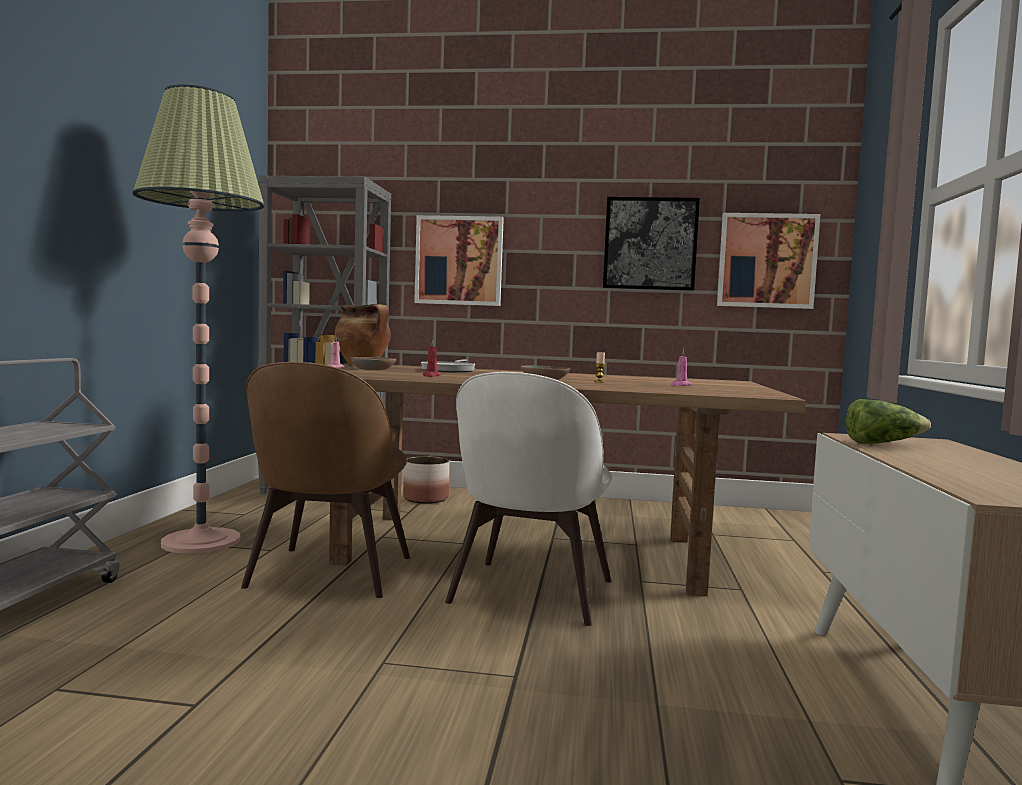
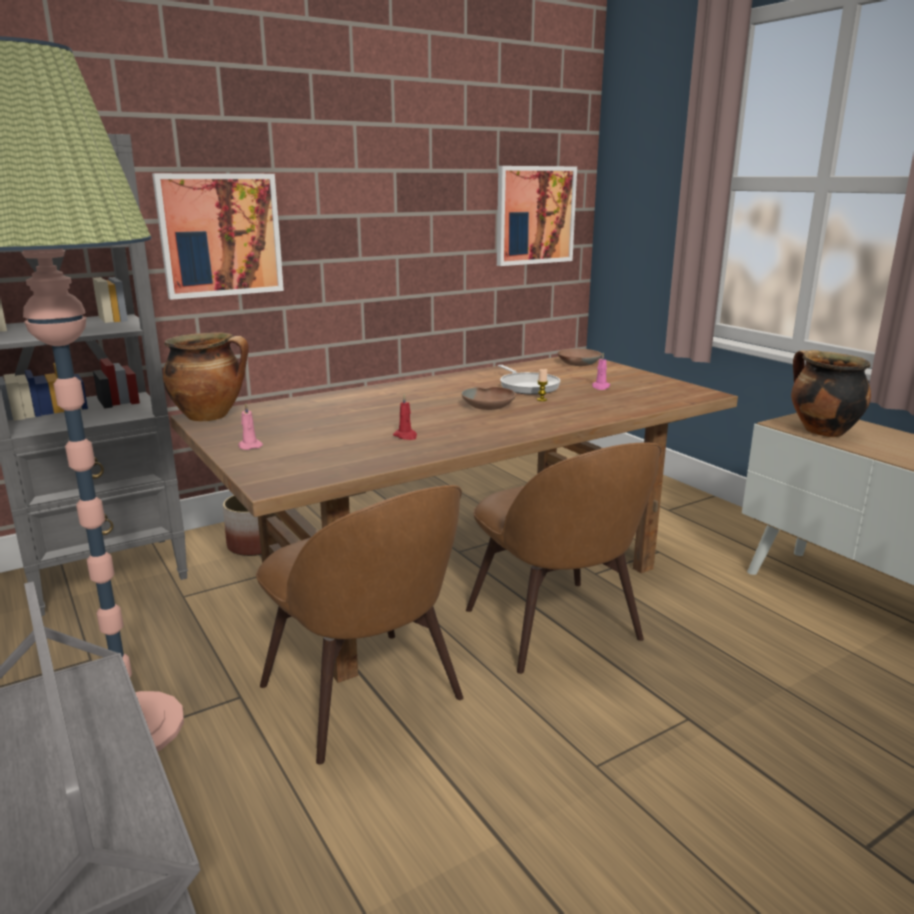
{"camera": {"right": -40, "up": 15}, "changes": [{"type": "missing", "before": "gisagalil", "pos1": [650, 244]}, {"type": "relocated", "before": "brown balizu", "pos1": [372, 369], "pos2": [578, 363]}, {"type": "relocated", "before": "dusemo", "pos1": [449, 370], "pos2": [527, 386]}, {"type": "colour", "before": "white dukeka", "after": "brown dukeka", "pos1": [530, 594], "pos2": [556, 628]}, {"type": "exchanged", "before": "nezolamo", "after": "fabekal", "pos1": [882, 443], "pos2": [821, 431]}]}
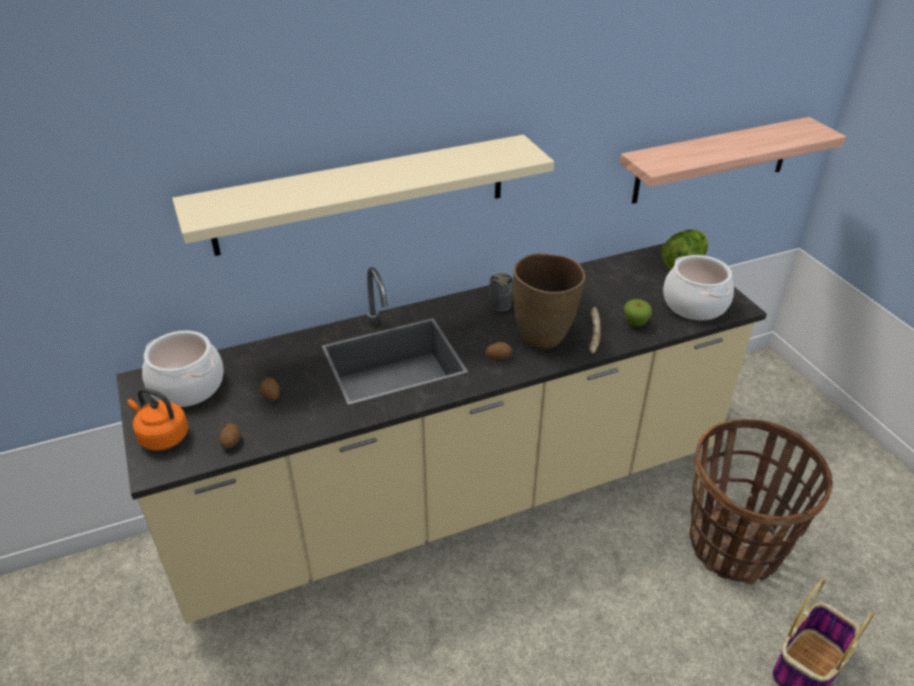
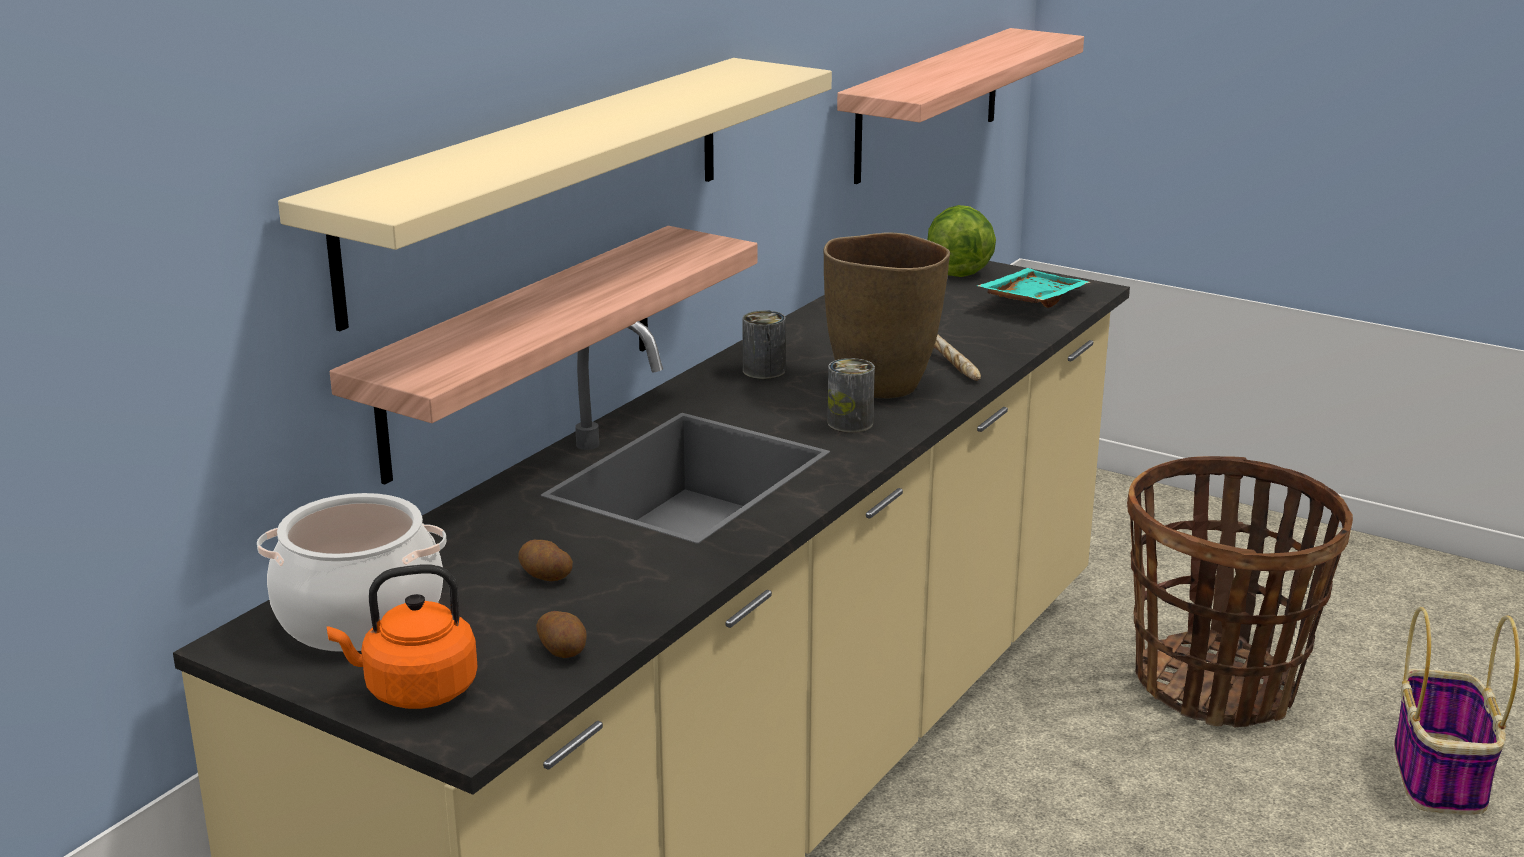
{"camera": {"right": -35, "up": -15}, "changes": [{"type": "exchanged", "before": "fabekal", "after": "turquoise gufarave", "pos1": [694, 304], "pos2": [1031, 301]}, {"type": "missing", "before": "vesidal", "pos1": [635, 323]}, {"type": "exchanged", "before": "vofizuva", "after": "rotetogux", "pos1": [498, 357], "pos2": [850, 423]}, {"type": "appeared", "after": "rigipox", "pos2": [521, 350]}]}
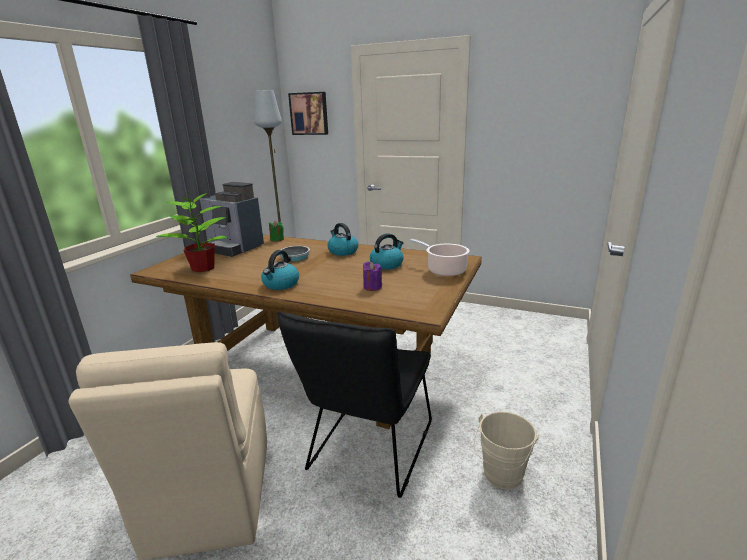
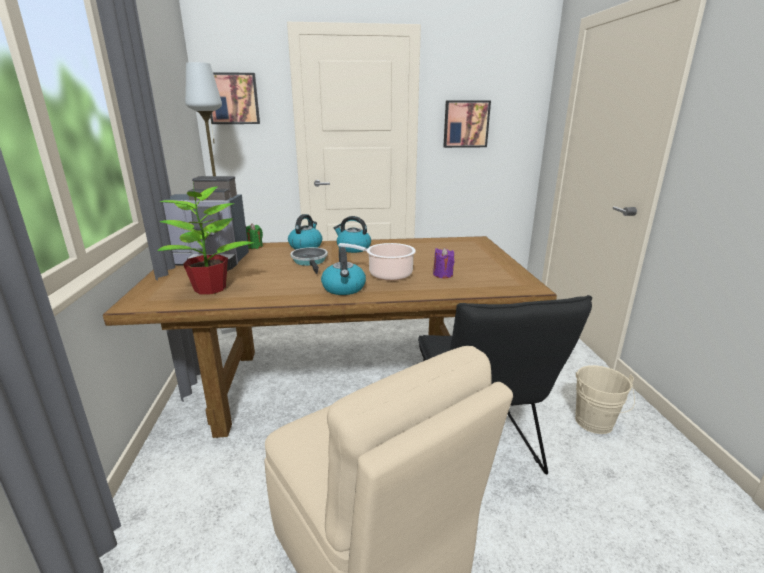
{"camera": {"right": -30, "up": 0}, "changes": [{"type": "relocated", "before": "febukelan", "pos1": [387, 264], "pos2": [306, 246]}, {"type": "relocated", "before": "fabekal", "pos1": [444, 270], "pos2": [387, 274]}, {"type": "appeared", "after": "gisagalil", "pos2": [465, 124]}]}
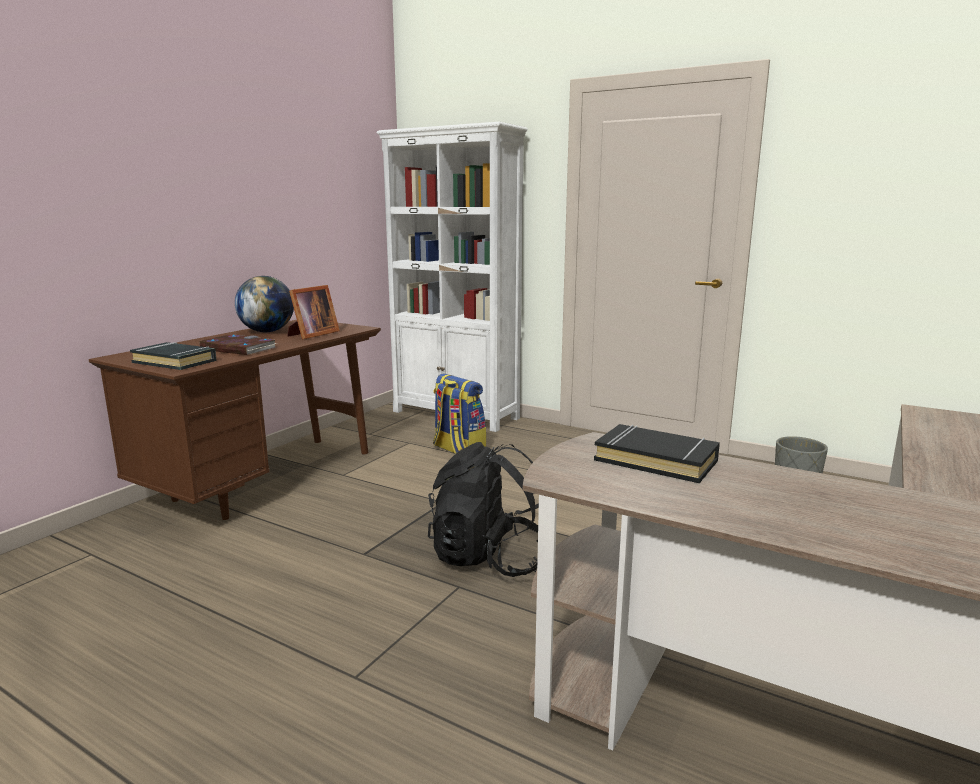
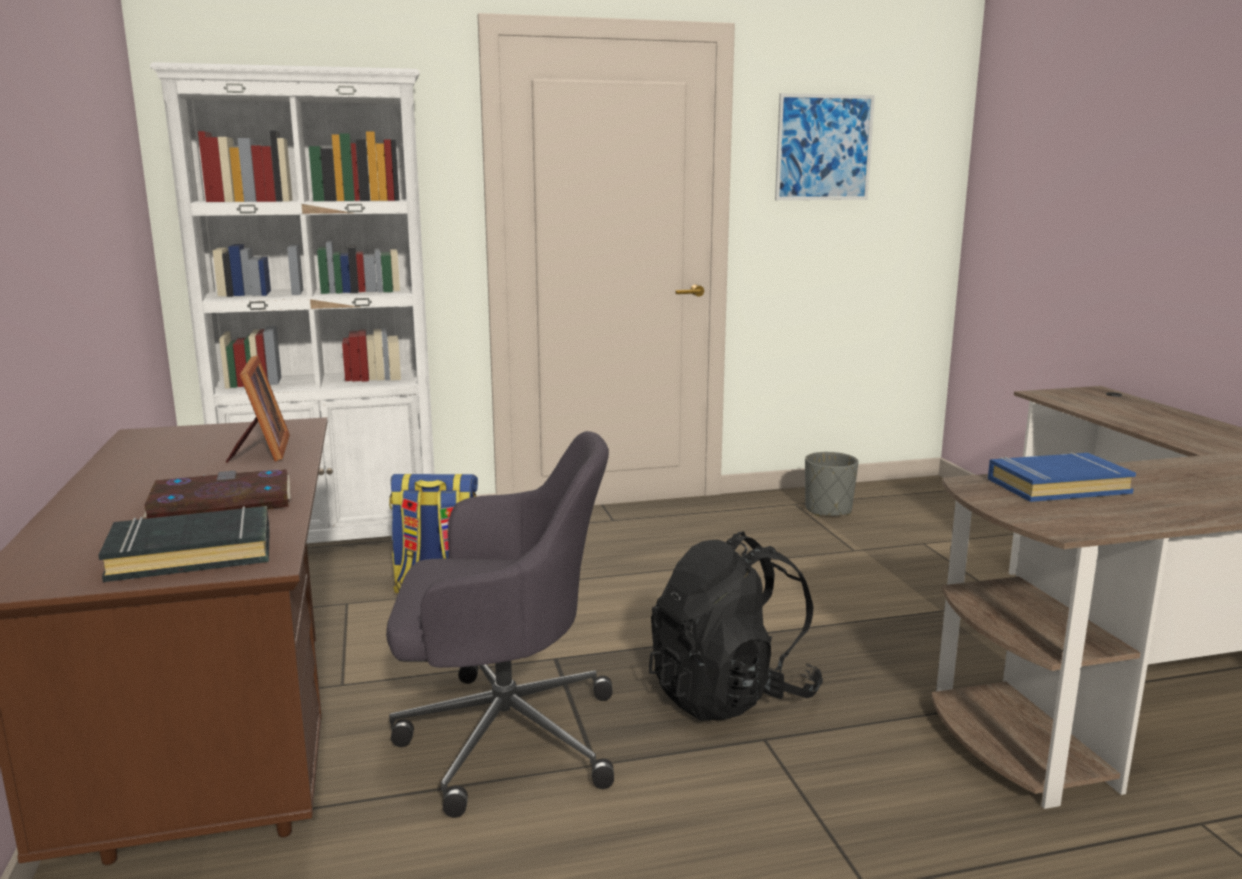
{"camera": {"right": -45, "up": 0}, "changes": [{"type": "missing", "before": "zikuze", "pos1": [267, 331]}, {"type": "colour", "before": "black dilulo", "after": "blue dilulo", "pos1": [656, 460], "pos2": [1057, 486]}, {"type": "appeared", "after": "gisagalil", "pos2": [824, 147]}, {"type": "appeared", "after": "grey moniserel", "pos2": [503, 737]}]}
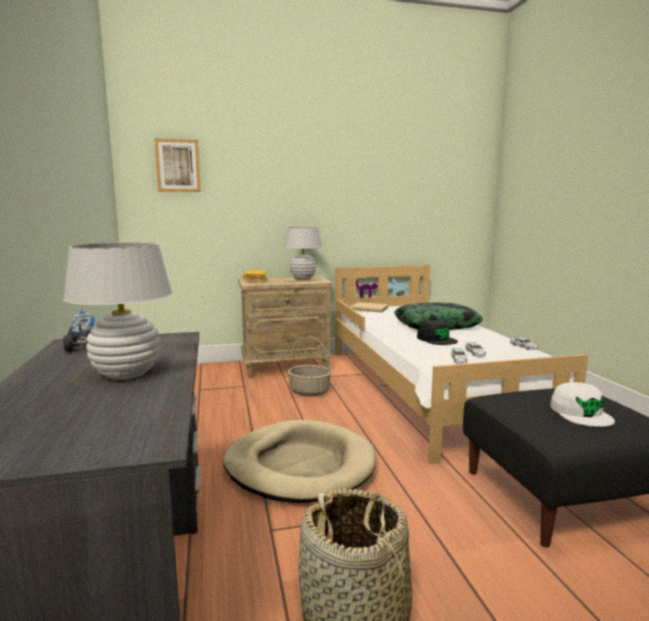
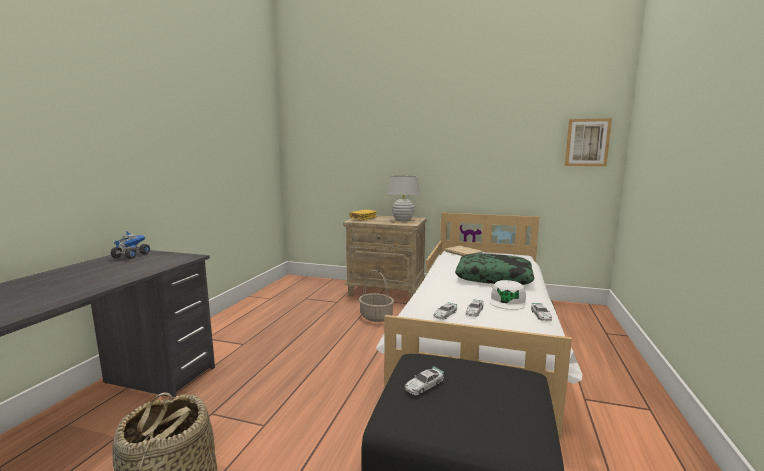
{"camera": {"right": 30, "up": 0}, "changes": [{"type": "relocated", "before": "gisagalil", "pos1": [178, 166], "pos2": [587, 142]}, {"type": "missing", "before": "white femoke", "pos1": [127, 374]}, {"type": "missing", "before": "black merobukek", "pos1": [436, 339]}, {"type": "relocated", "before": "white merobukek", "pos1": [581, 413], "pos2": [507, 301]}, {"type": "missing", "before": "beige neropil", "pos1": [300, 466]}, {"type": "appeared", "after": "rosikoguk", "pos2": [424, 385]}]}
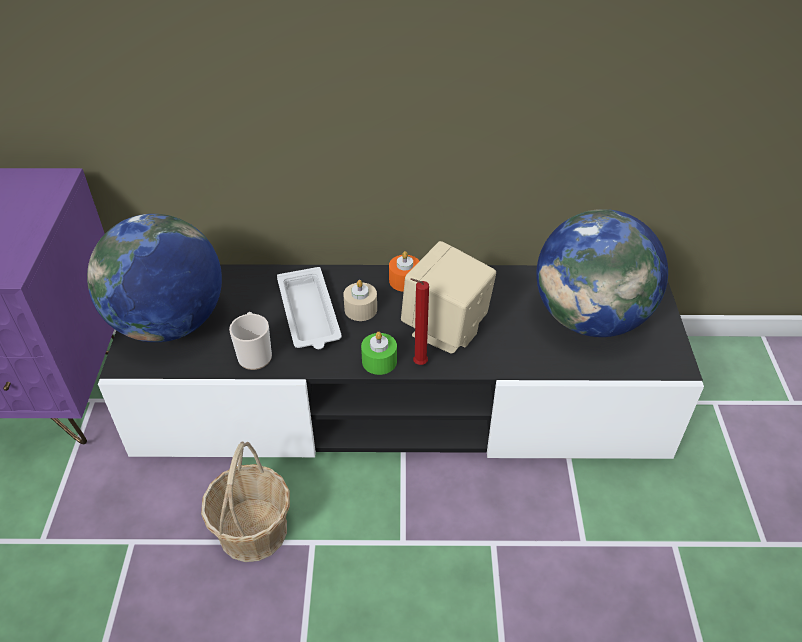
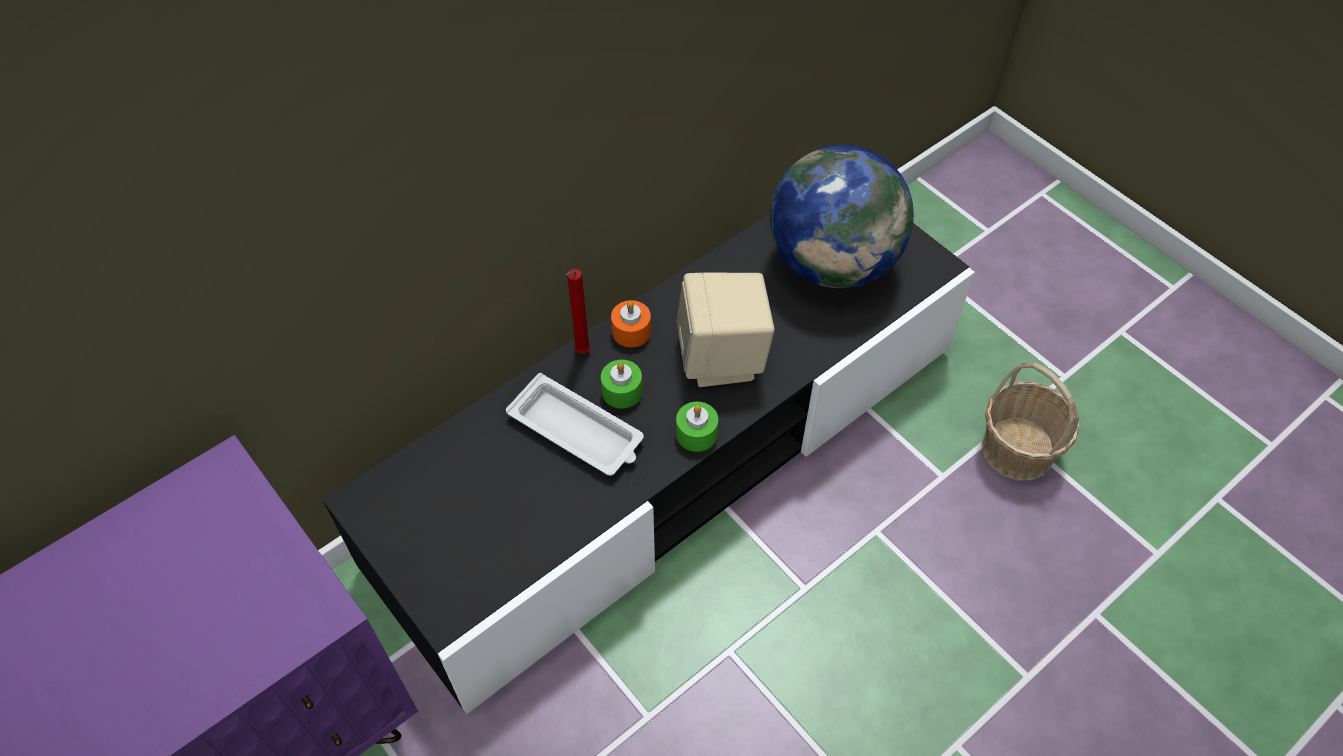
{"camera": {"right": -40, "up": 10}, "changes": [{"type": "missing", "before": "zikuze", "pos1": [169, 323]}, {"type": "relocated", "before": "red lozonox", "pos1": [418, 364], "pos2": [581, 353]}, {"type": "colour", "before": "beige lozonox", "after": "green lozonox", "pos1": [360, 309], "pos2": [622, 391]}, {"type": "missing", "before": "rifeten", "pos1": [255, 354]}, {"type": "relocated", "before": "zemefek", "pos1": [253, 530], "pos2": [1017, 449]}]}
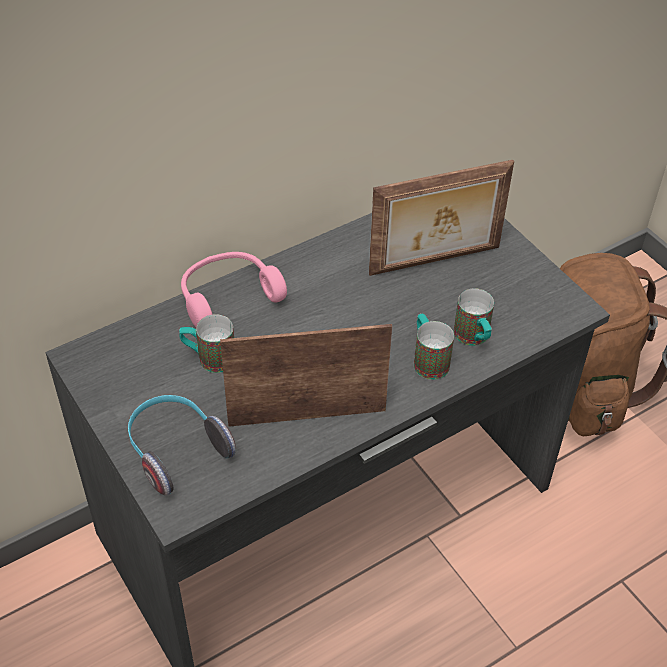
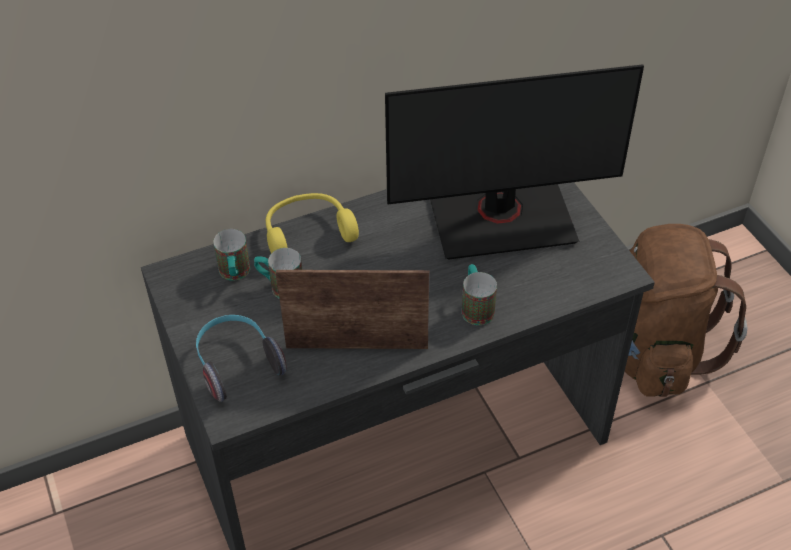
{"camera": {"right": 10, "up": 0}, "changes": [{"type": "exchanged", "before": "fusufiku", "after": "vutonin", "pos1": [435, 262], "pos2": [501, 218]}, {"type": "colour", "before": "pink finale", "after": "yellow finale", "pos1": [228, 296], "pos2": [307, 232]}, {"type": "relocated", "before": "rifeten", "pos1": [474, 339], "pos2": [235, 274]}]}
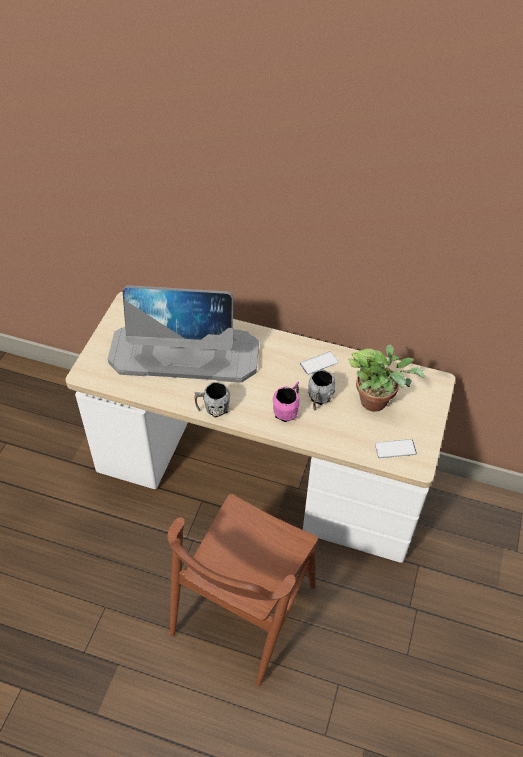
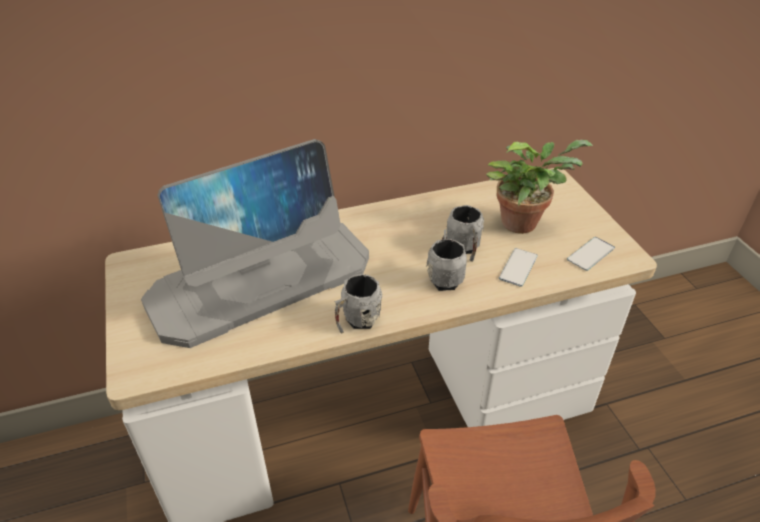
{"camera": {"right": -35, "up": -10}, "changes": [{"type": "relocated", "before": "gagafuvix", "pos1": [319, 363], "pos2": [518, 267]}, {"type": "colour", "before": "pink rifeten", "after": "grey rifeten", "pos1": [287, 410], "pos2": [444, 276]}]}
